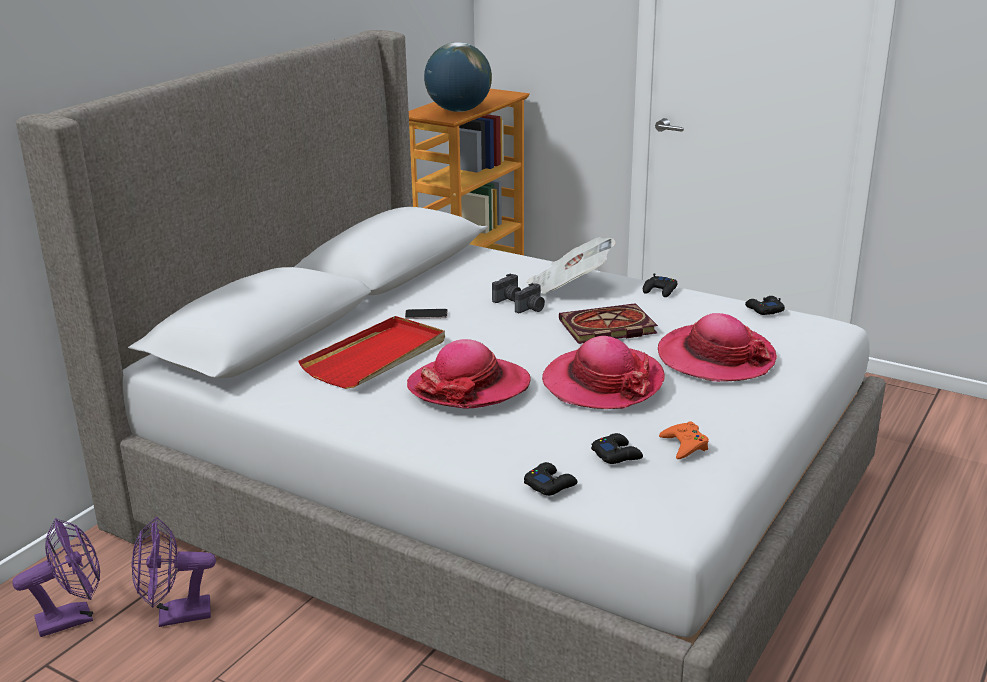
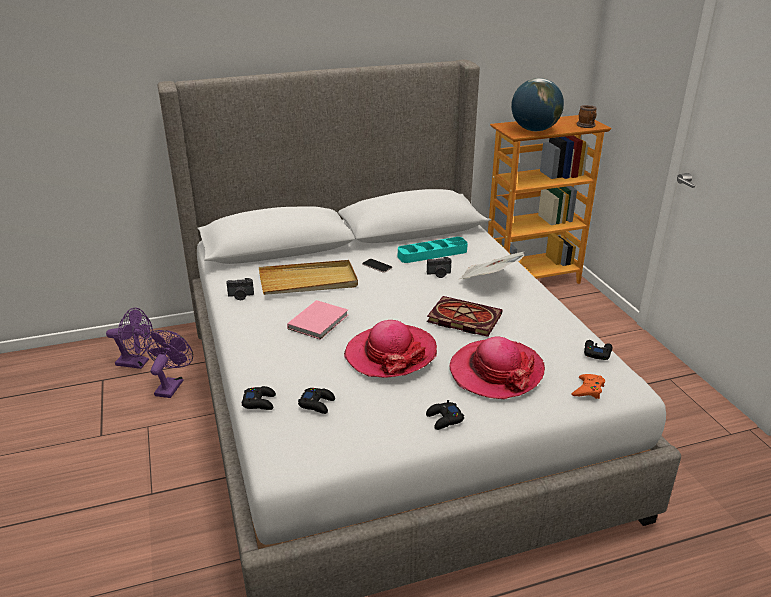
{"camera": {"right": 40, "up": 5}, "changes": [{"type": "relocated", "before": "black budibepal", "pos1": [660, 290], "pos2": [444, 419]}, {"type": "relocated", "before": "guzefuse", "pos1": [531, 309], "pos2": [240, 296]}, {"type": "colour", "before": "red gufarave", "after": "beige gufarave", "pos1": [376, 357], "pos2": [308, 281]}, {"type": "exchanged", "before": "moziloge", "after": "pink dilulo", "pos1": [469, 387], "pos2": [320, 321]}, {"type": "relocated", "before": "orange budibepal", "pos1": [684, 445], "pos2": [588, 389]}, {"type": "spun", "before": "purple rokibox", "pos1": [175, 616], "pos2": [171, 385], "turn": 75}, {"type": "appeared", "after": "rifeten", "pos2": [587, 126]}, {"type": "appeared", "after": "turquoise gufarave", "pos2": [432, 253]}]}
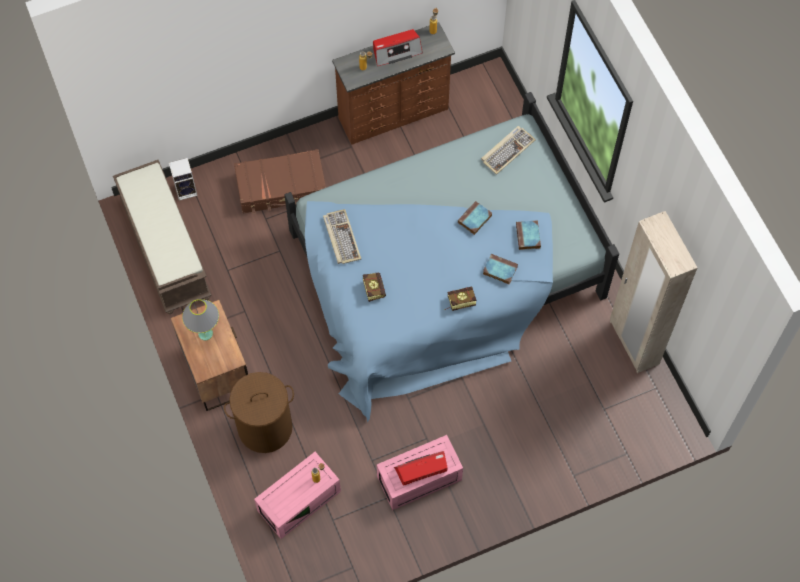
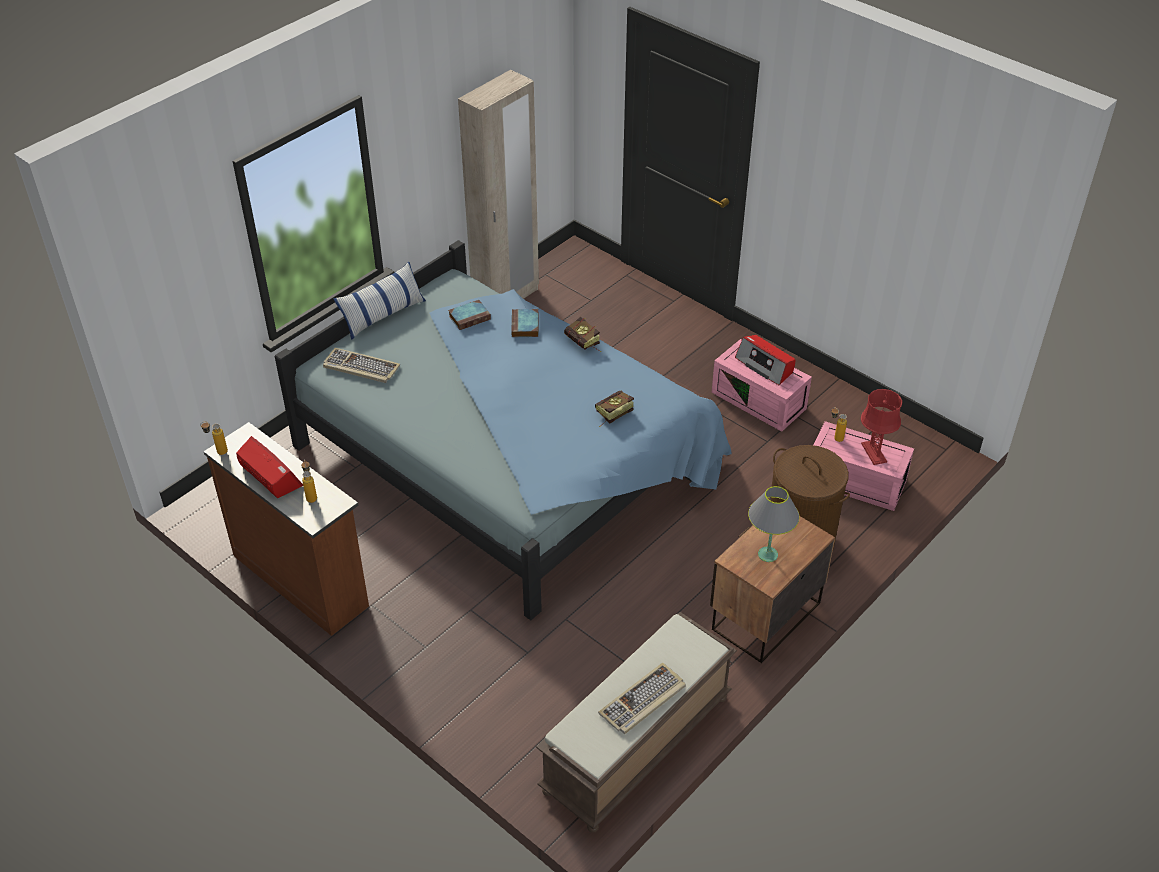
{"camera": {"right": -115, "up": -20}, "changes": [{"type": "missing", "before": "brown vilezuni", "pos1": [281, 187]}, {"type": "missing", "before": "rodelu", "pos1": [187, 190]}, {"type": "missing", "before": "dilulo", "pos1": [474, 220]}, {"type": "relocated", "before": "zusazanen", "pos1": [341, 237], "pos2": [643, 701]}, {"type": "appeared", "after": "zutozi", "pos2": [383, 315]}, {"type": "appeared", "after": "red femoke", "pos2": [873, 452]}]}
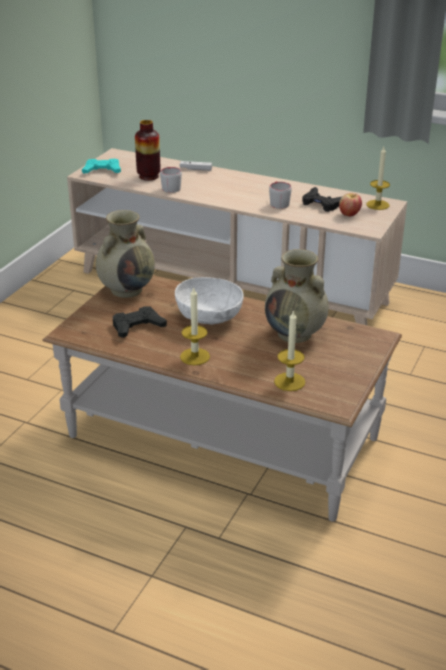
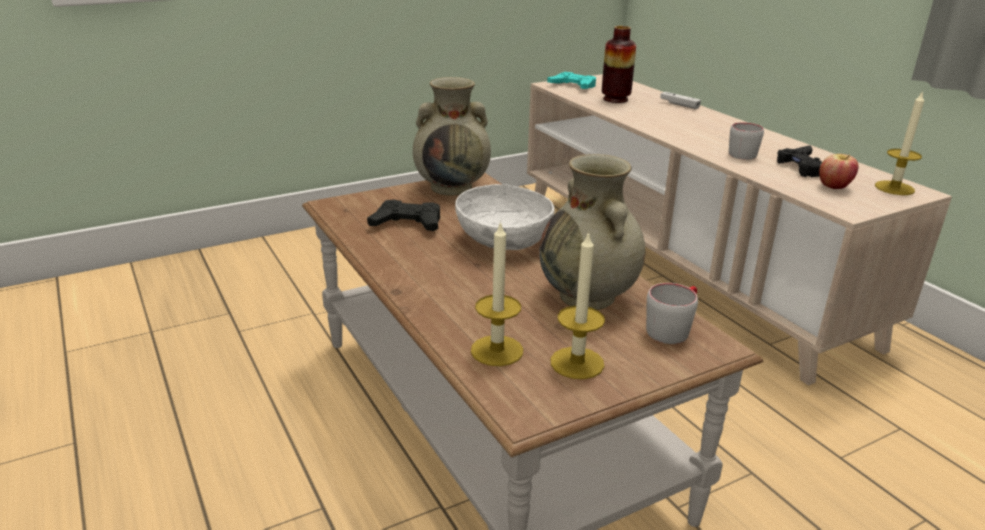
{"camera": {"right": 35, "up": -5}, "changes": [{"type": "relocated", "before": "grey rifeten", "pos1": [172, 187], "pos2": [672, 328]}, {"type": "relocated", "before": "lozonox", "pos1": [195, 356], "pos2": [577, 363]}]}
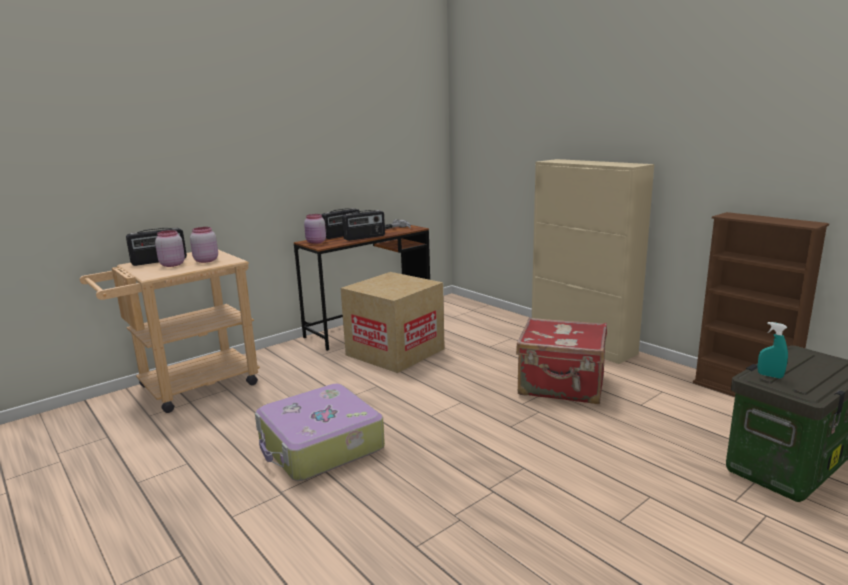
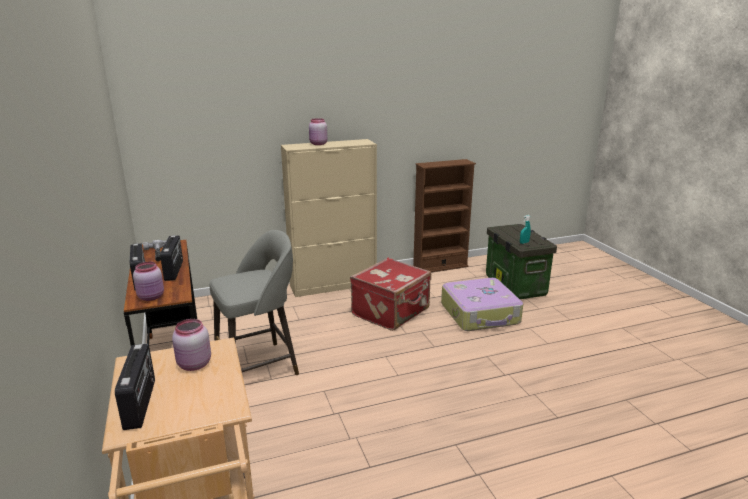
{"camera": {"right": -70, "up": 5}, "changes": [{"type": "relocated", "before": "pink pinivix", "pos1": [171, 264], "pos2": [318, 144]}, {"type": "exchanged", "before": "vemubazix", "after": "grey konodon", "pos1": [395, 352], "pos2": [259, 366]}, {"type": "relocated", "before": "vilezuni", "pos1": [320, 445], "pos2": [480, 314]}]}
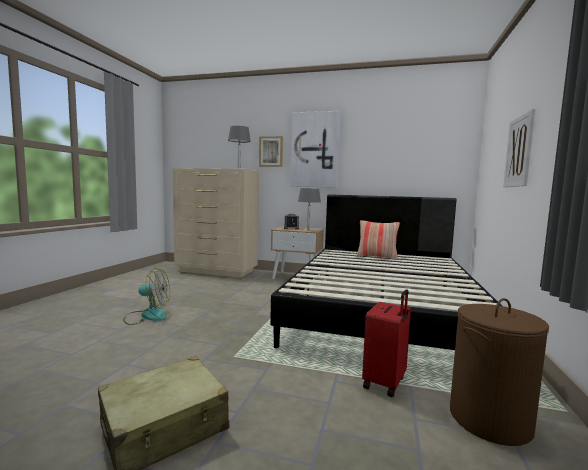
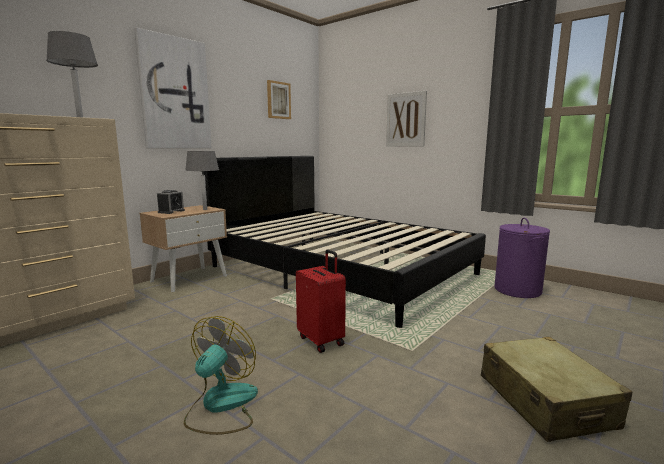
{"camera": {"right": -65, "up": 5}, "changes": [{"type": "relocated", "before": "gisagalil", "pos1": [271, 151], "pos2": [278, 100]}, {"type": "missing", "before": "zutozi", "pos1": [377, 257]}, {"type": "relocated", "before": "red vilezuni", "pos1": [385, 383], "pos2": [322, 340]}, {"type": "colour", "before": "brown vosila", "after": "purple vosila", "pos1": [489, 420], "pos2": [517, 290]}]}
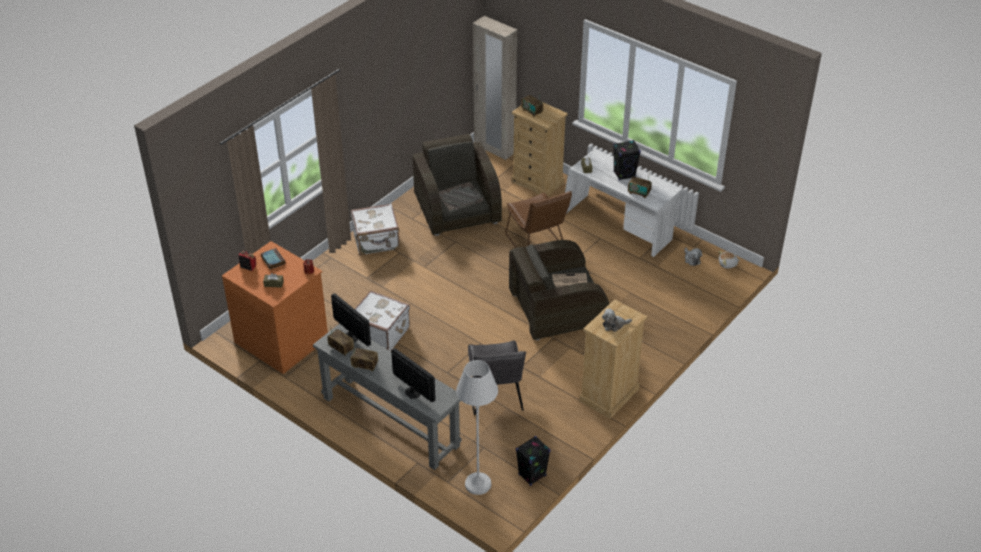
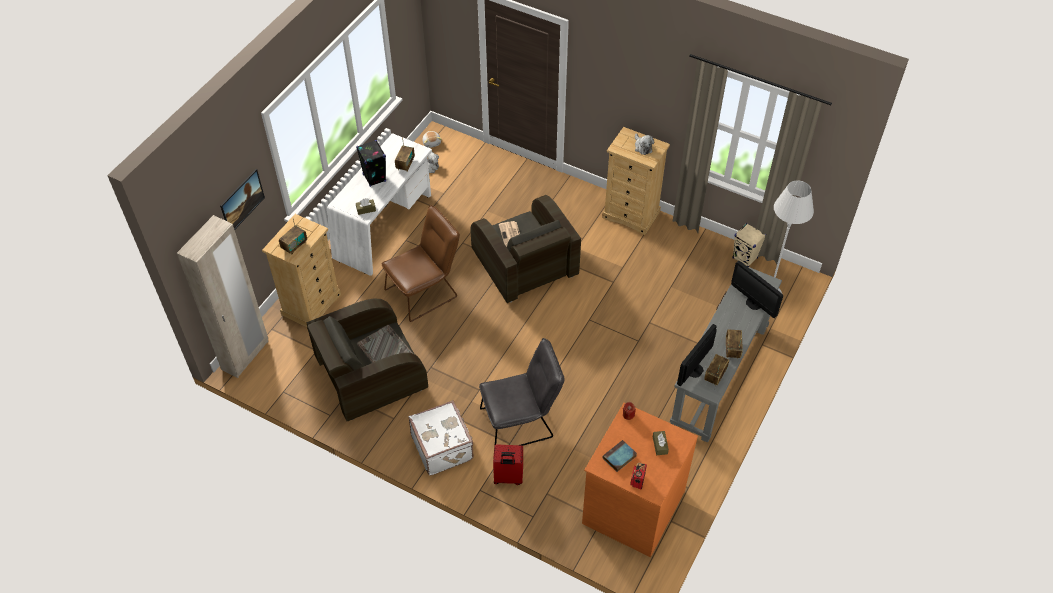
{"camera": {"right": -100, "up": 10}, "changes": [{"type": "missing", "before": "white vilezuni", "pos1": [381, 332]}, {"type": "relocated", "before": "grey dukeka", "pos1": [495, 397], "pos2": [521, 422]}, {"type": "spun", "before": "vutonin", "pos1": [412, 392], "pos2": [753, 303], "turn": -75}, {"type": "colour", "before": "black rodelu", "after": "beige rodelu", "pos1": [532, 475], "pos2": [745, 258]}, {"type": "appeared", "after": "gisagalil", "pos2": [244, 208]}, {"type": "appeared", "after": "red vilezuni", "pos2": [508, 477]}]}
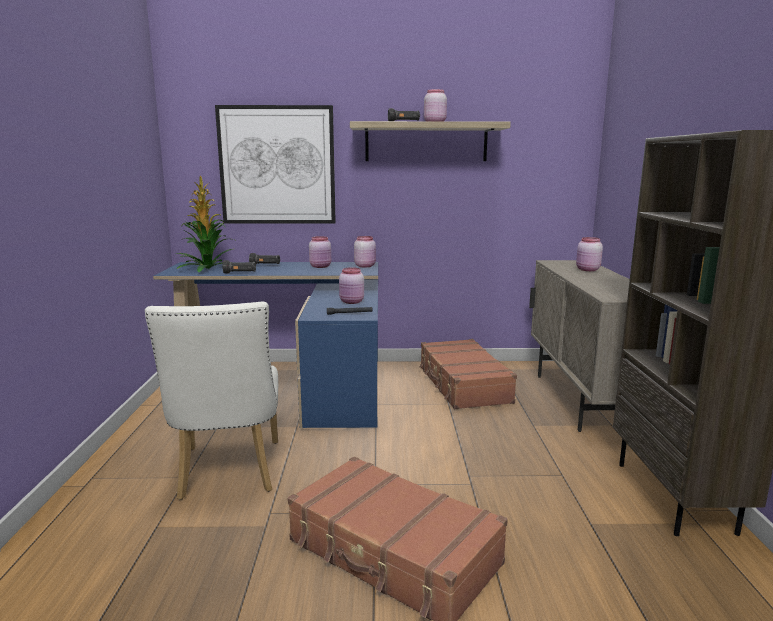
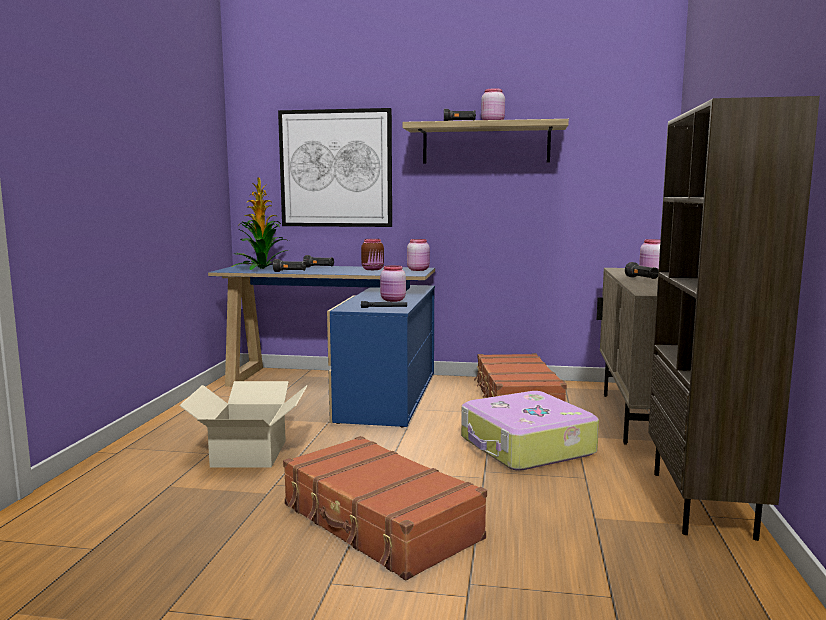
{"camera": {"right": 10, "up": -5}, "changes": [{"type": "colour", "before": "pink pinivix", "after": "brown pinivix", "pos1": [321, 266], "pos2": [373, 269]}, {"type": "exchanged", "before": "white dukeka", "after": "vemubazix", "pos1": [228, 474], "pos2": [248, 453]}, {"type": "appeared", "after": "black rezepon", "pos2": [642, 279]}, {"type": "appeared", "after": "vilezuni", "pos2": [526, 446]}]}
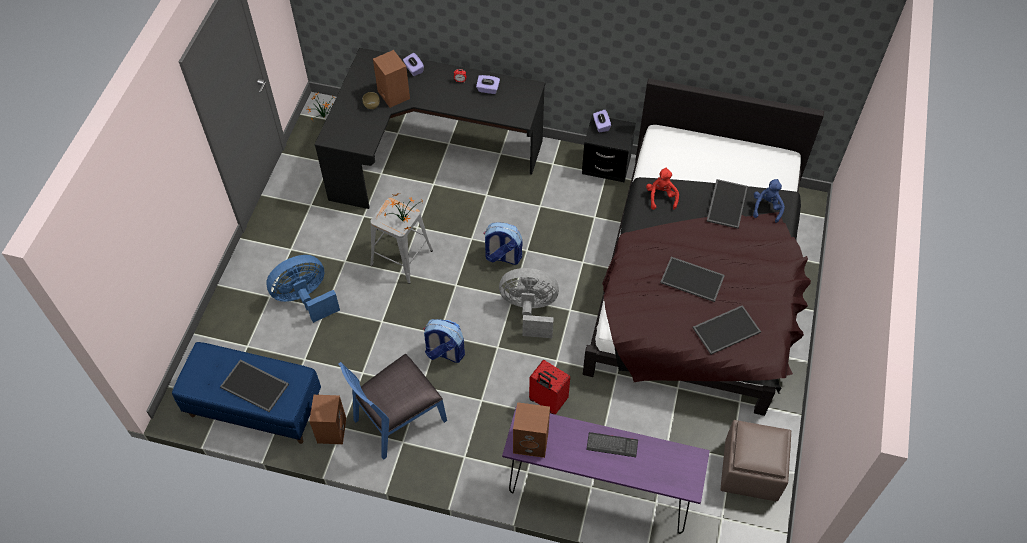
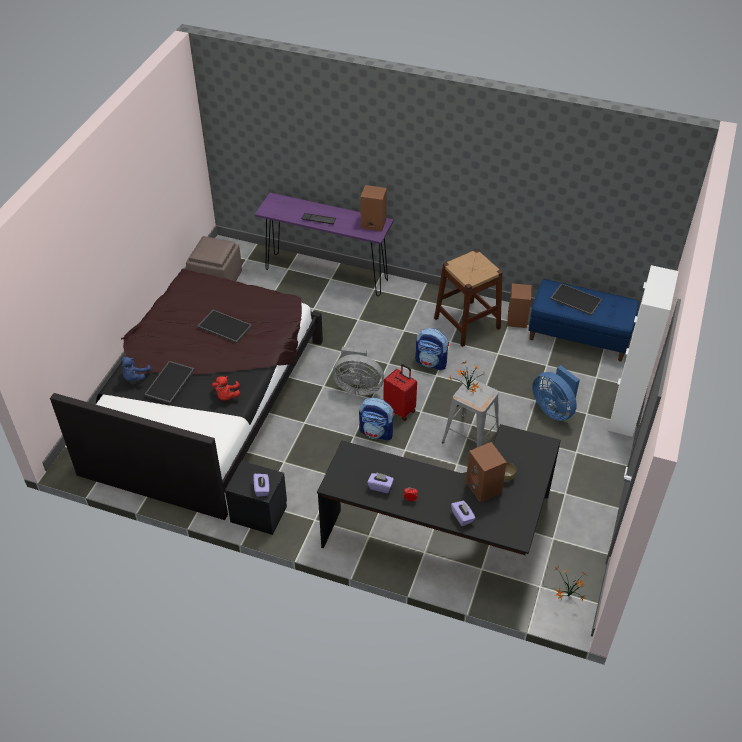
{"camera": {"right": -175, "up": -10}, "changes": [{"type": "spun", "before": "blue rokibox", "pos1": [305, 299], "pos2": [554, 409], "turn": 75}, {"type": "missing", "before": "gufarave", "pos1": [726, 329]}, {"type": "exchanged", "before": "blue dukeka", "after": "brown konodon", "pos1": [398, 419], "pos2": [467, 323]}, {"type": "relocated", "before": "red vilezuni", "pos1": [547, 401], "pos2": [400, 409]}, {"type": "appeared", "after": "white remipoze", "pos2": [624, 414]}]}
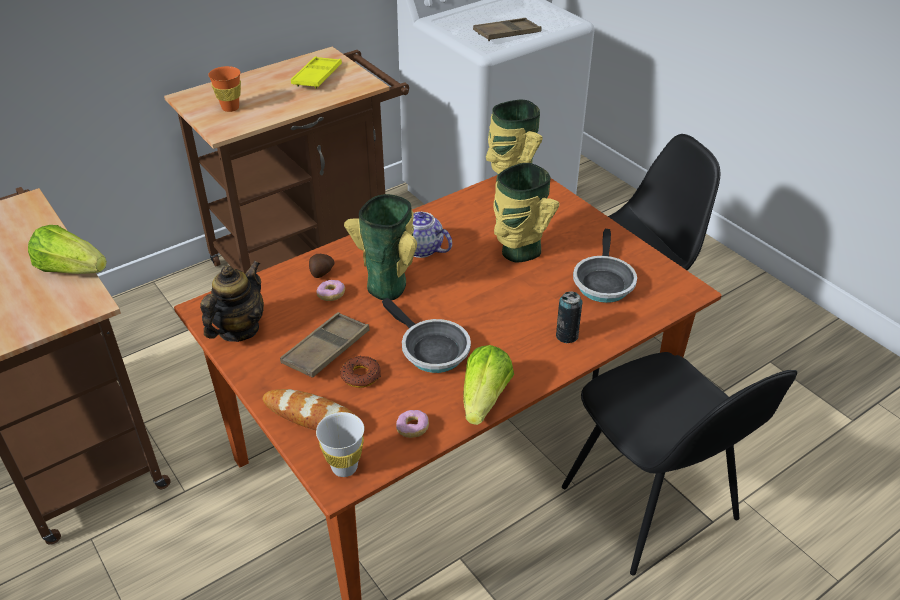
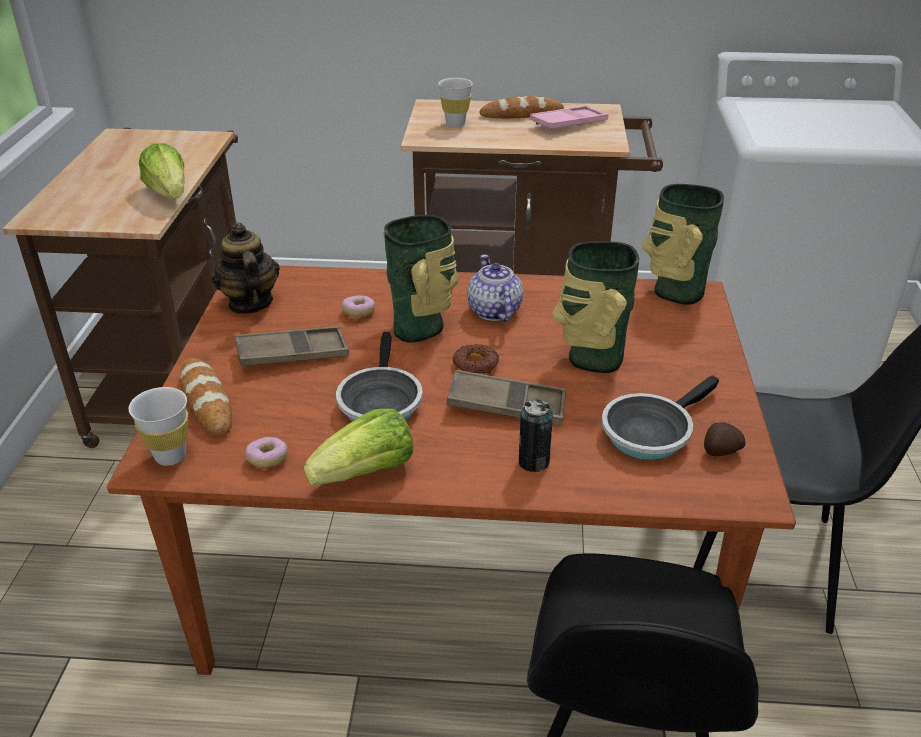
{"camera": {"right": 40, "up": -5}, "changes": [{"type": "relocated", "before": "brown gufarave", "pos1": [507, 34], "pos2": [506, 405]}, {"type": "colour", "before": "yellow gufarave", "after": "pink gufarave", "pos1": [317, 77], "pos2": [568, 123]}, {"type": "colour", "before": "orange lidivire", "after": "white lidivire", "pos1": [230, 108], "pos2": [455, 124]}, {"type": "relocated", "before": "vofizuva", "pos1": [321, 273], "pos2": [720, 451]}, {"type": "spun", "before": "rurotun", "pos1": [238, 329], "pos2": [249, 303], "turn": -90}, {"type": "relocated", "before": "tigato", "pos1": [361, 375], "pos2": [475, 365]}, {"type": "appeared", "after": "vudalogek", "pos2": [521, 114]}]}
